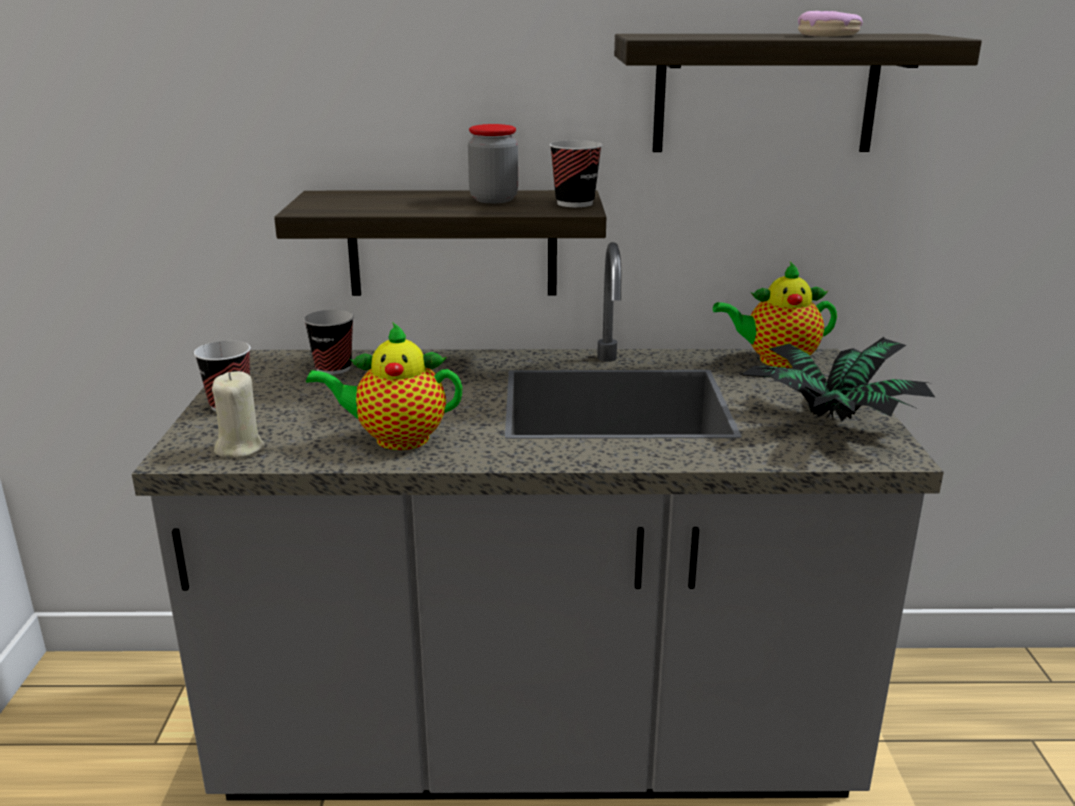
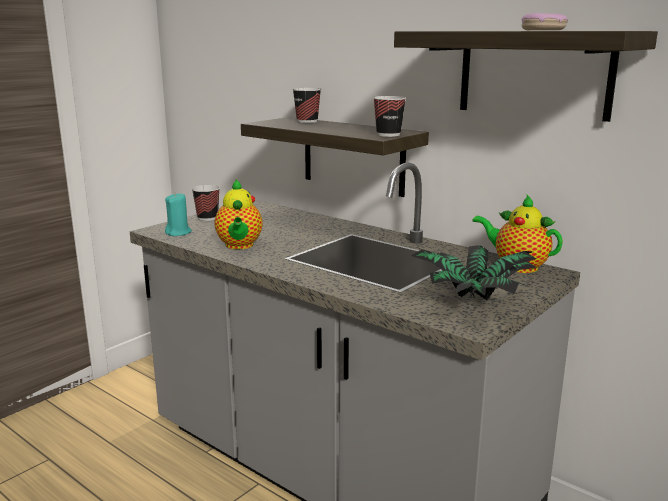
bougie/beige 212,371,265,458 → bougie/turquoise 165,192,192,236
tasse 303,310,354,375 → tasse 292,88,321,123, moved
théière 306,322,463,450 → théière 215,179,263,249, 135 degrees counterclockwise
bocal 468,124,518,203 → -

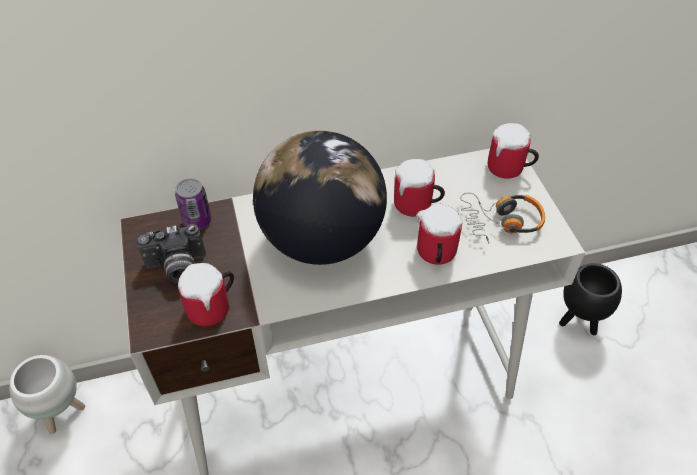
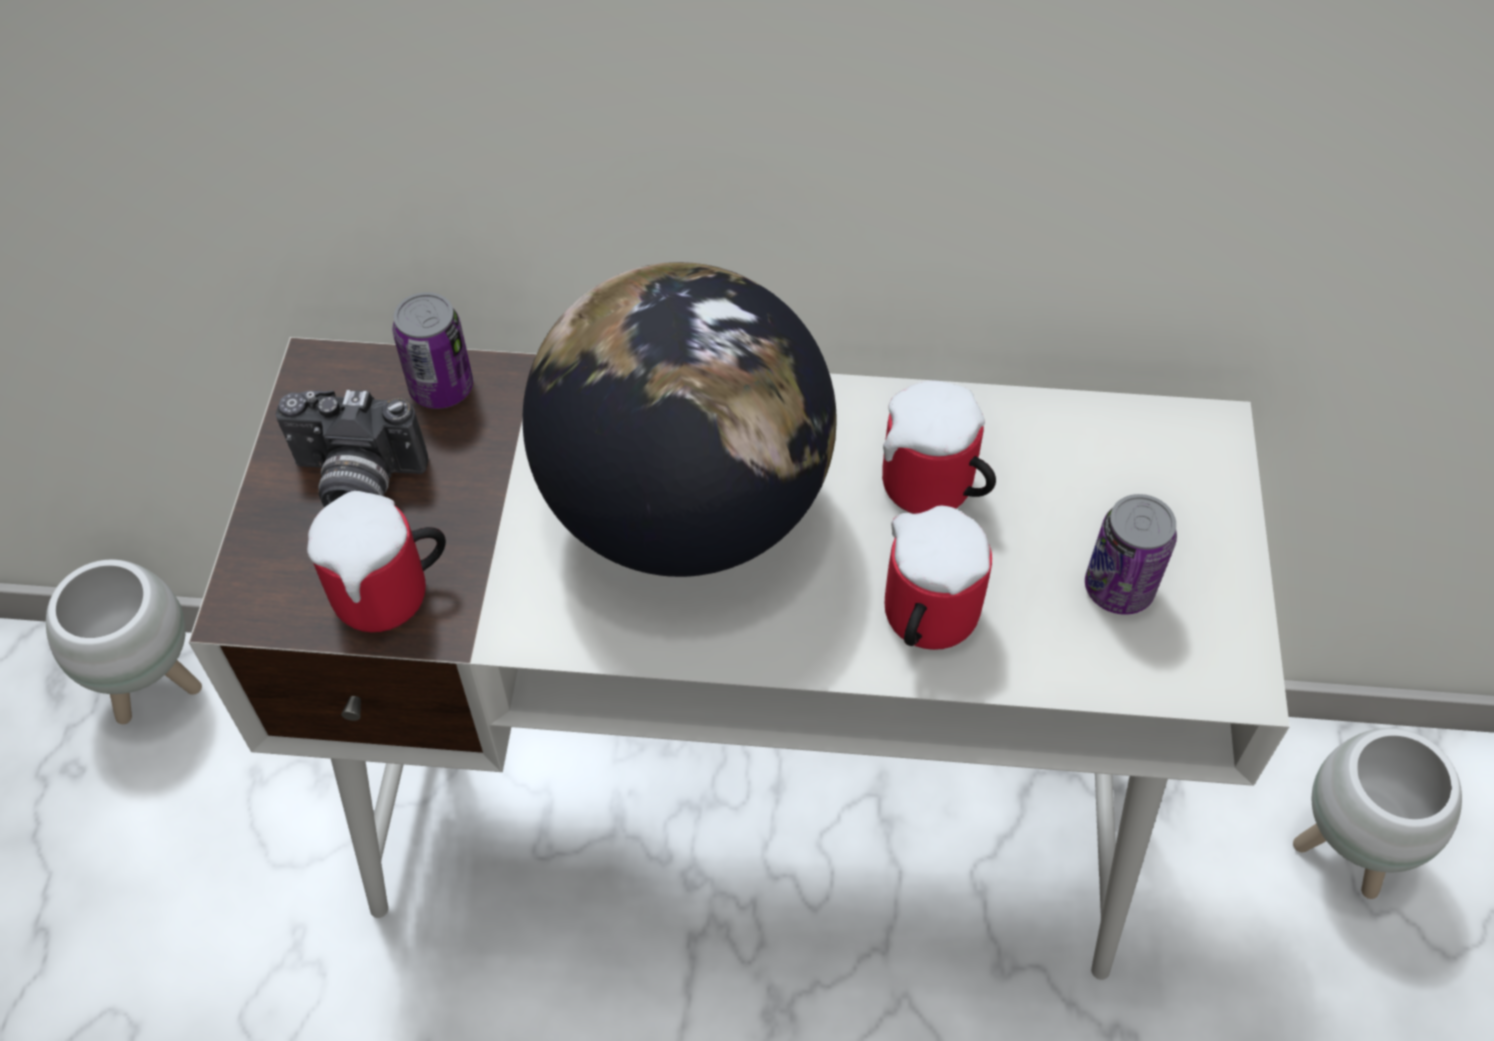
casque audio 460,192,545,244 → boîte métallique 1085,494,1177,615
mug 487,123,539,179 → -
cache-pot/noir 559,263,622,335 → cache-pot/blanc 1293,728,1462,899

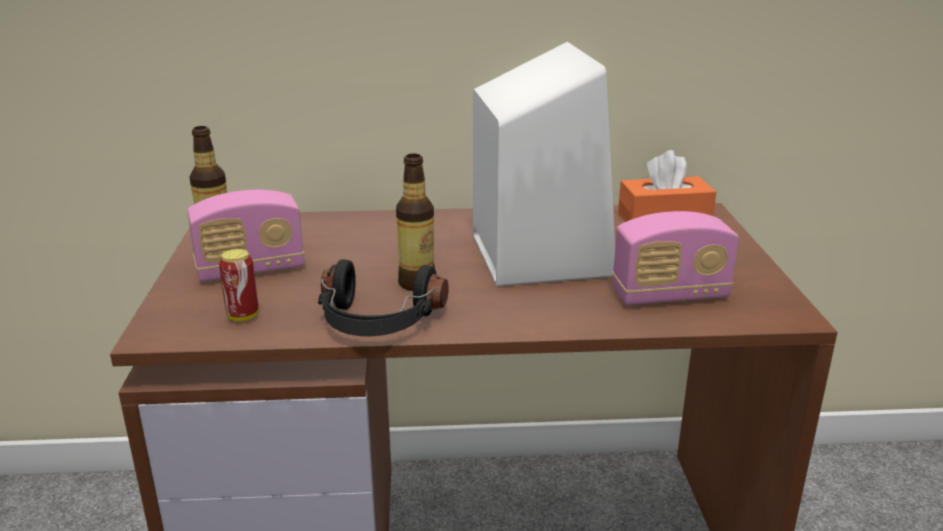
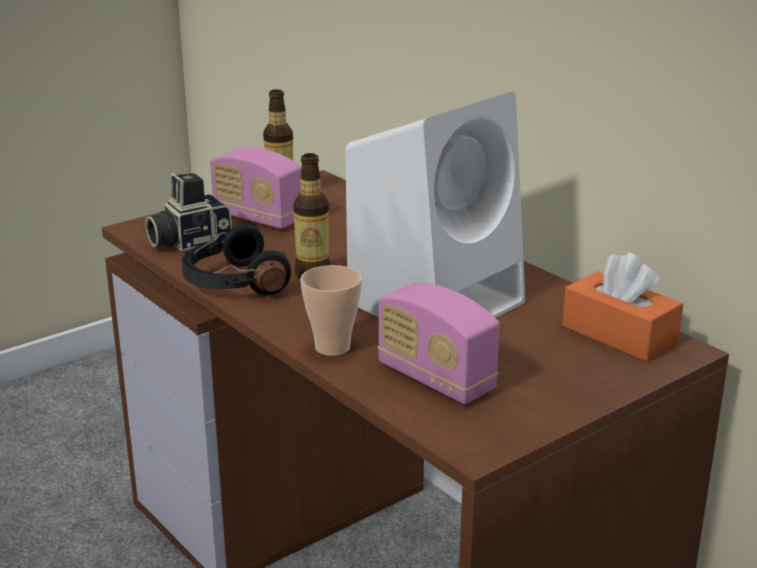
boîte métallique 219,249,258,321 → appareil photo 145,173,232,251
- → tasse 300,265,362,356

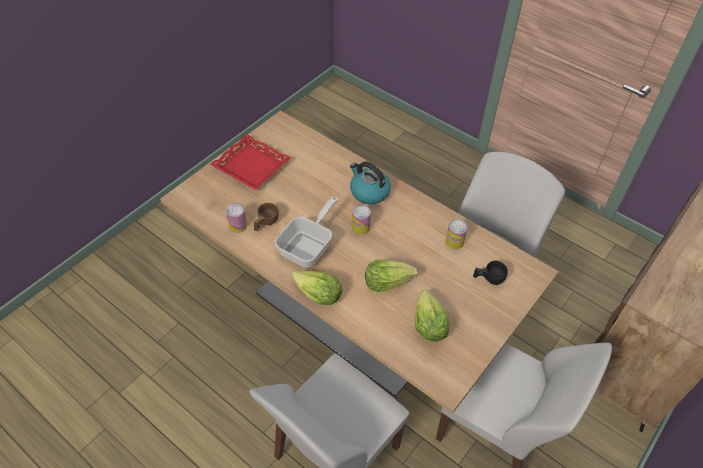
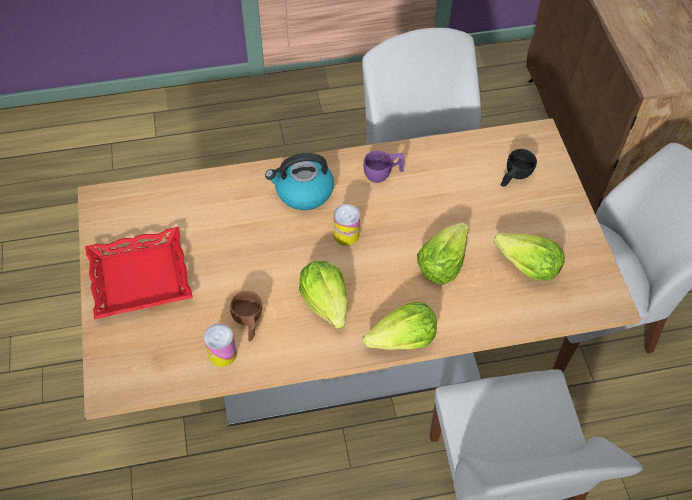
poêle 275,197,338,268 → laitue 299,261,348,329
boîte métallique 446,219,468,249 → -
- → tasse/violet 364,151,404,183

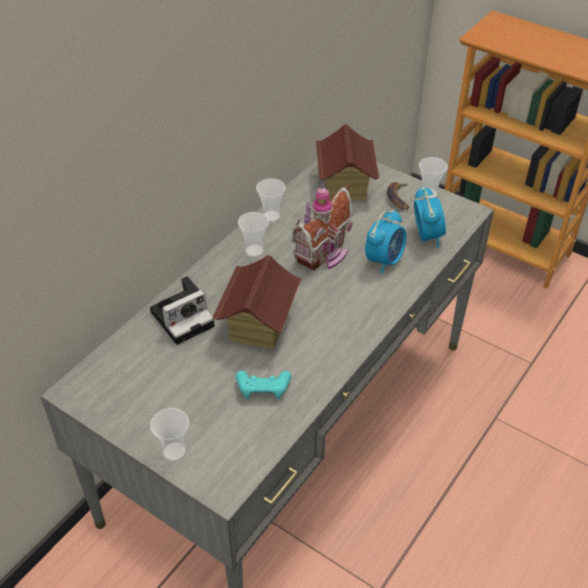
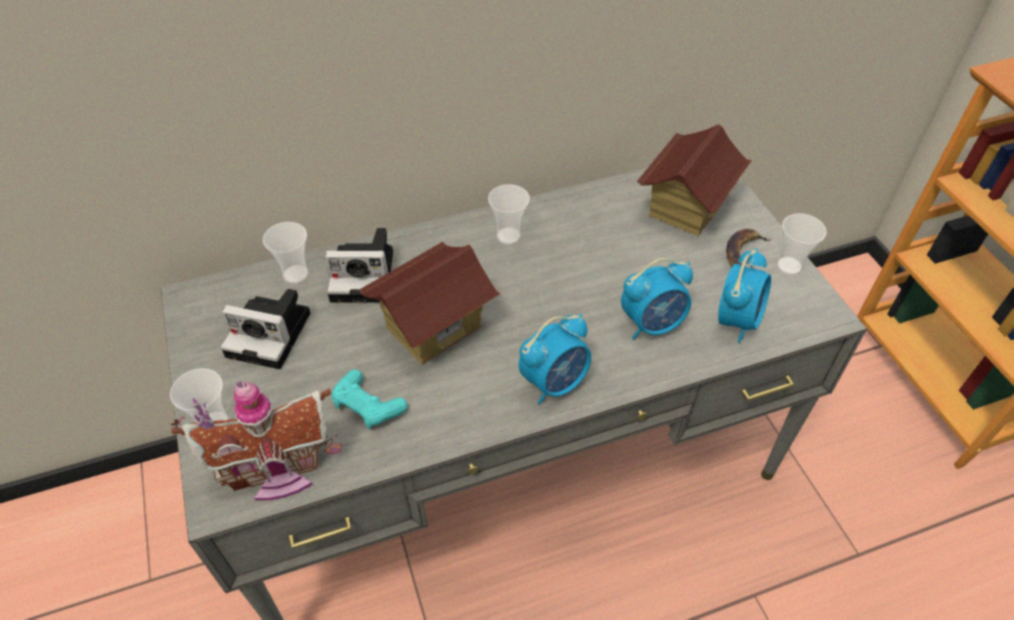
tasse 256,178,286,222 → tasse 263,222,309,284, moved
maison miniature 291,184,353,271 → maison miniature 170,381,342,501, moved
- → appareil photo 221,289,310,369
- → réveil 519,314,591,405

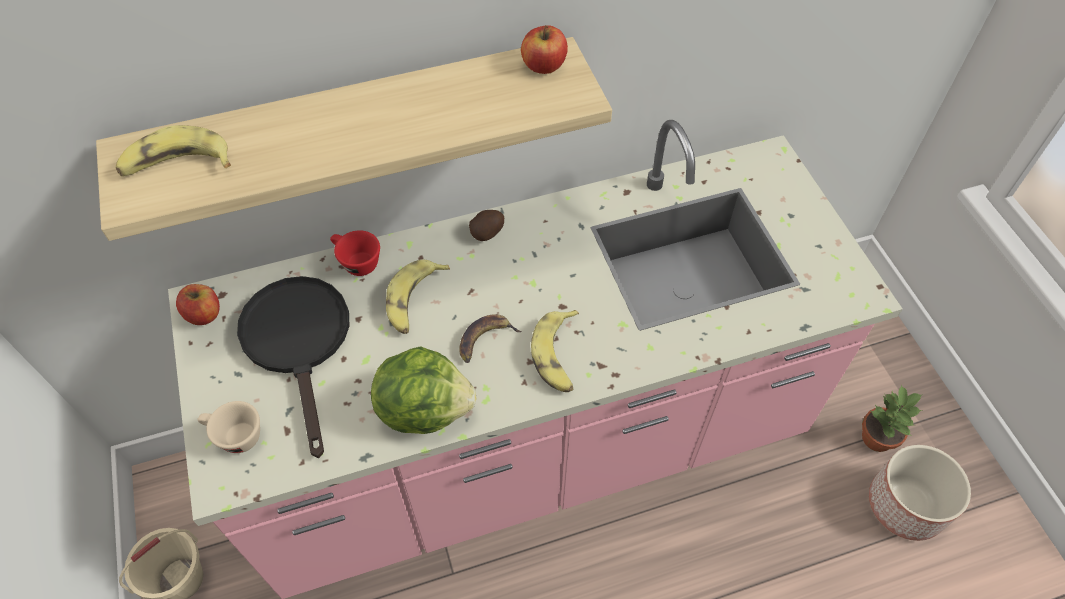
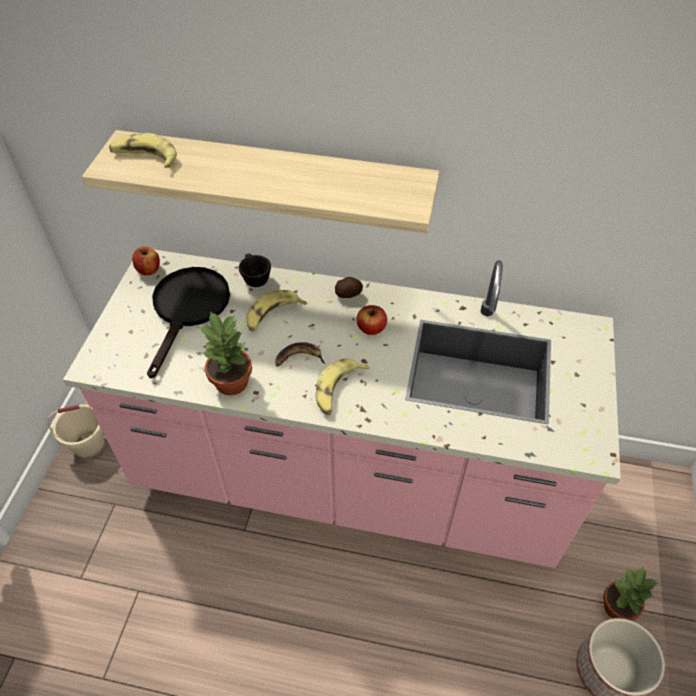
tasse/beige 197,401,260,453 → -
tasse/rouge 330,230,380,276 → tasse/noir 239,254,271,287
laitue 371,346,477,434 → plante en pot 199,311,252,395
pomme 521,25,568,74 → pomme 357,305,387,335, moved

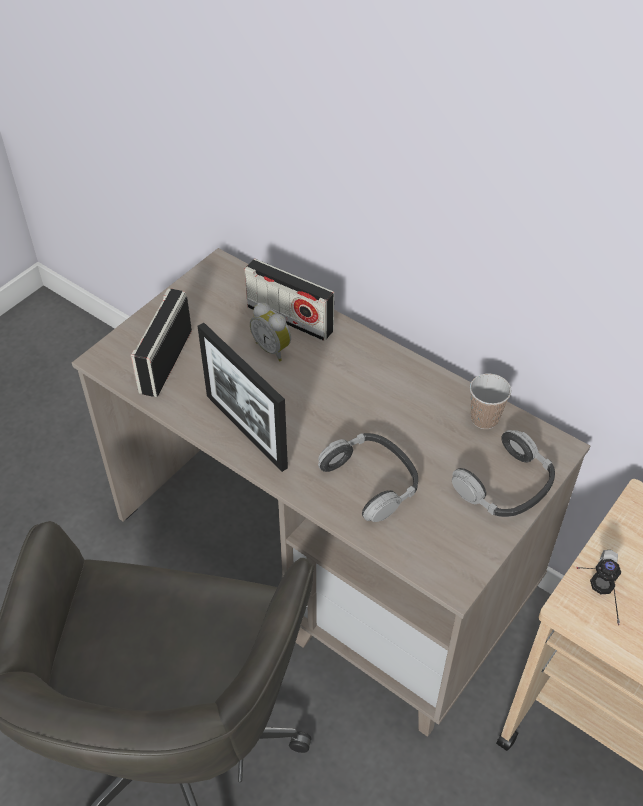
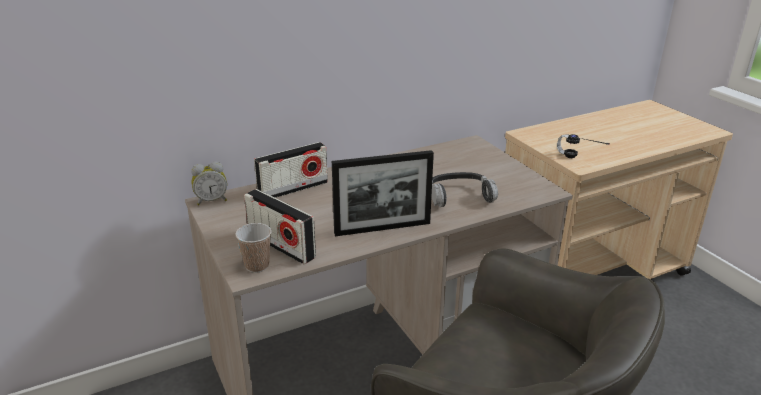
réveil 250,303,291,361 → réveil 191,162,227,205, moved
casque audio 452,430,555,517 → -
tasse 470,373,511,429 → tasse 235,223,271,273, moved

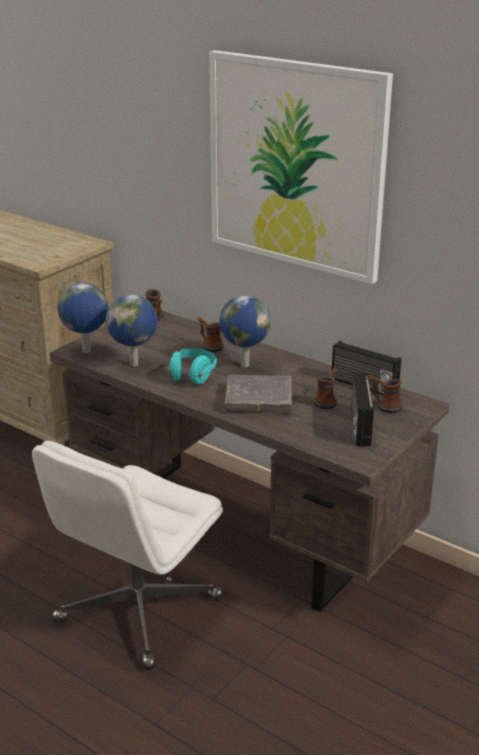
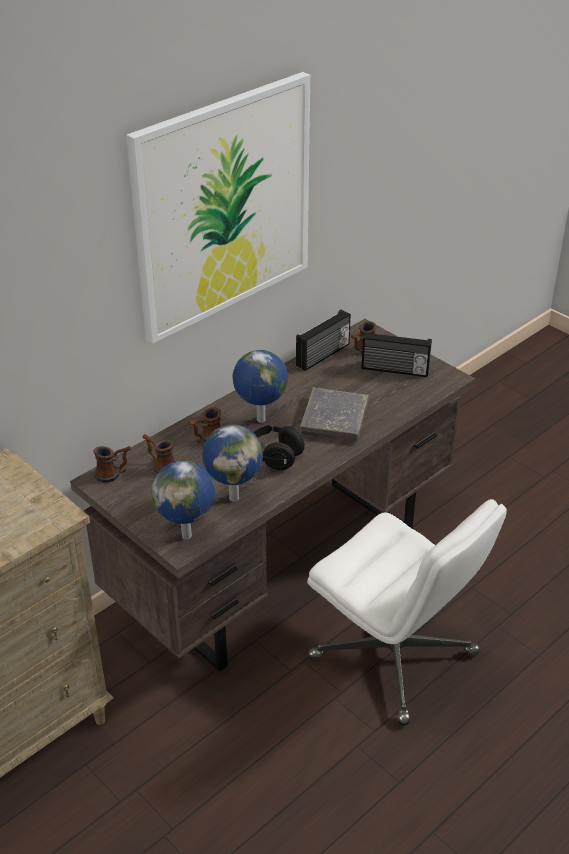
casque audio/turquoise 169,348,217,384 → casque audio/noir 253,425,305,470
mug 313,367,338,409 → mug 143,434,176,473, moved

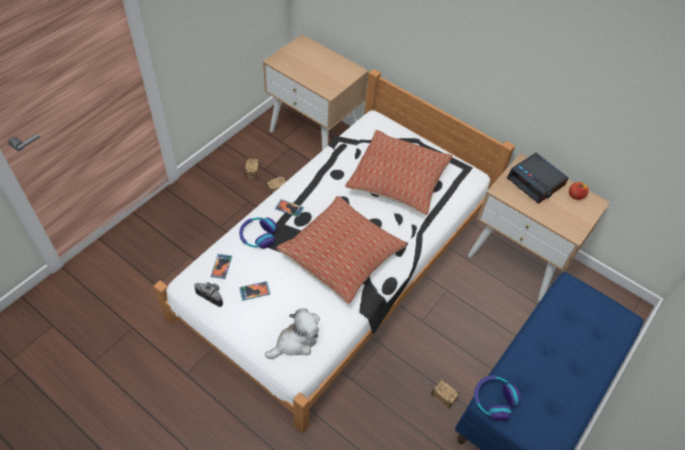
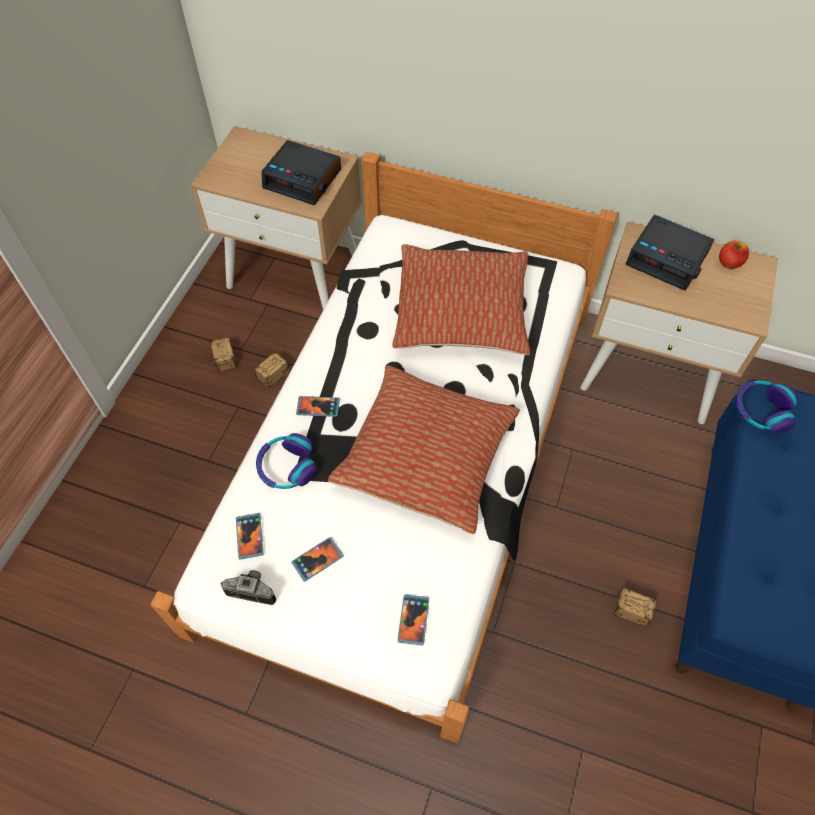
peluche 265,308,320,359 → téléphone 397,594,429,646
casque audio 474,376,521,421 → casque audio 736,381,798,434, moved
- → réveil 261,140,341,205

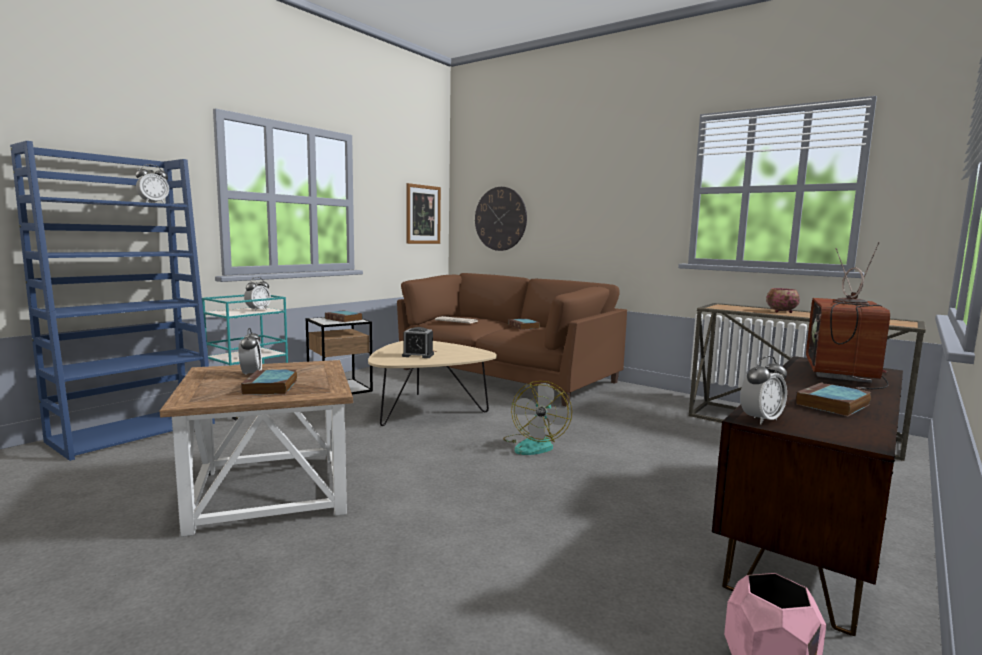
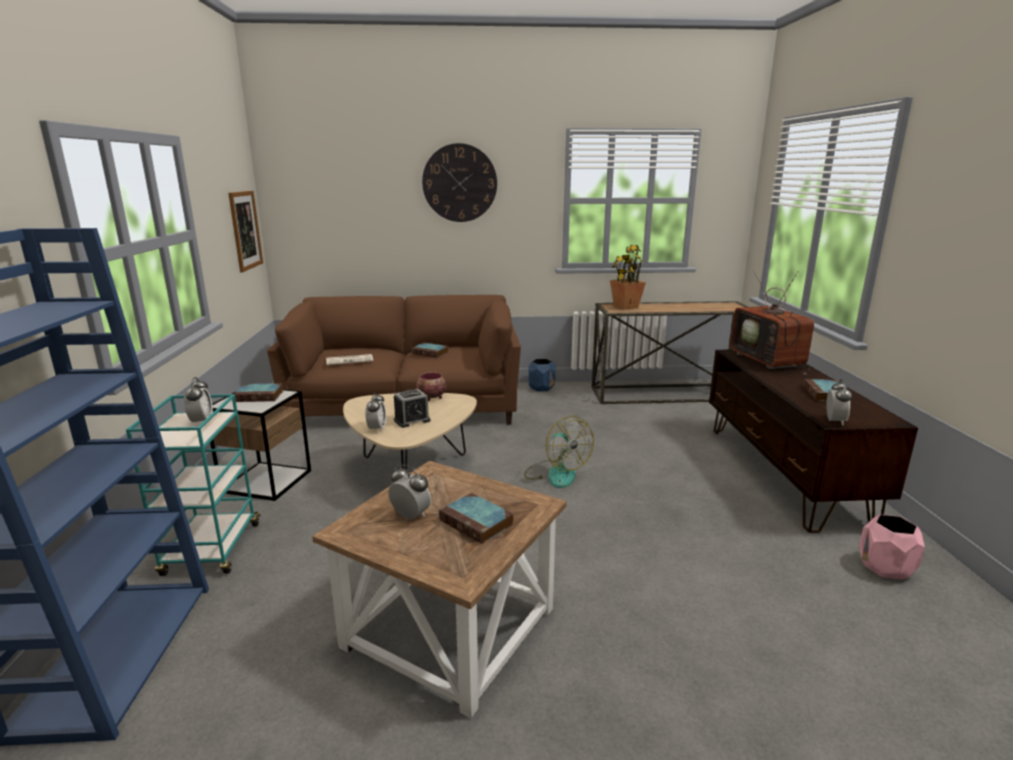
réveil 136,164,169,203 → réveil 365,392,386,433, moved
horloge murale 475,187,527,251 → horloge murale 422,143,497,222, moved
bol 766,288,800,313 → bol 416,372,446,401, moved
- → cache-pot/bleu 529,359,555,391
- → plante en pot 610,245,646,310

